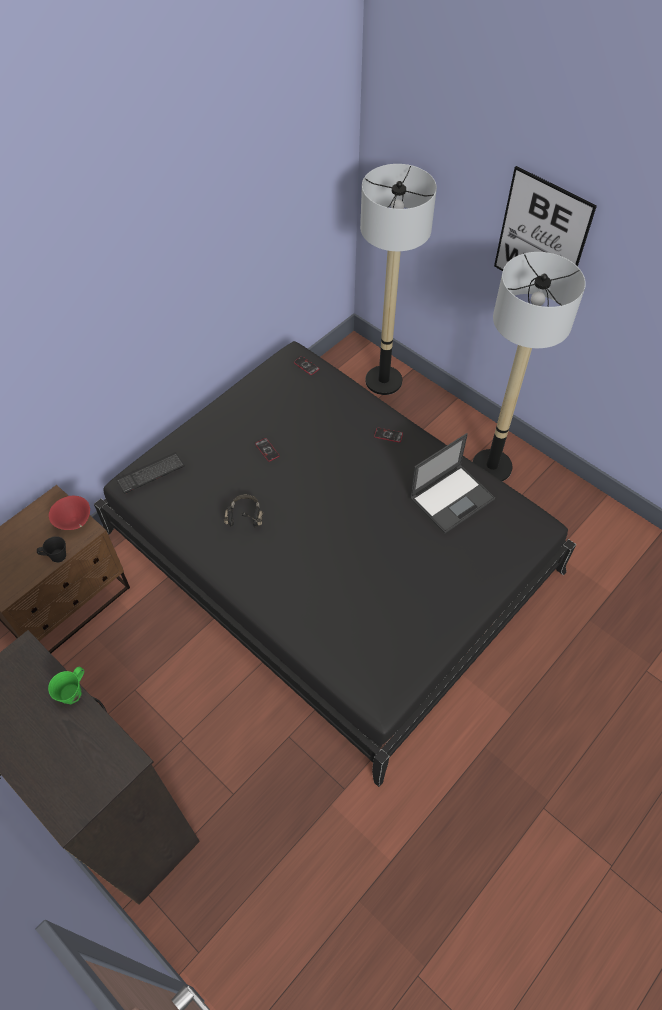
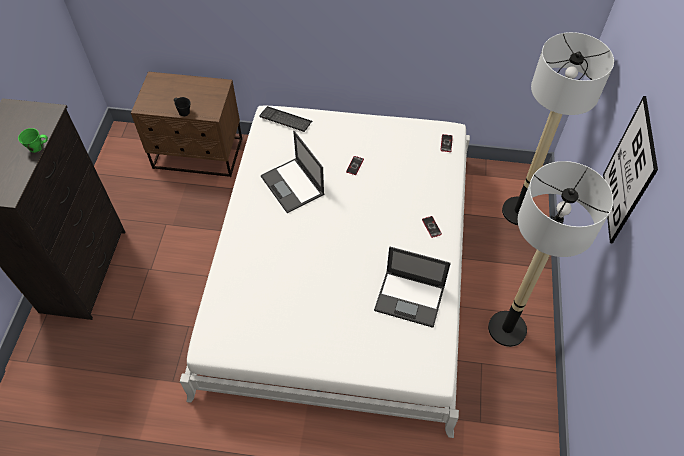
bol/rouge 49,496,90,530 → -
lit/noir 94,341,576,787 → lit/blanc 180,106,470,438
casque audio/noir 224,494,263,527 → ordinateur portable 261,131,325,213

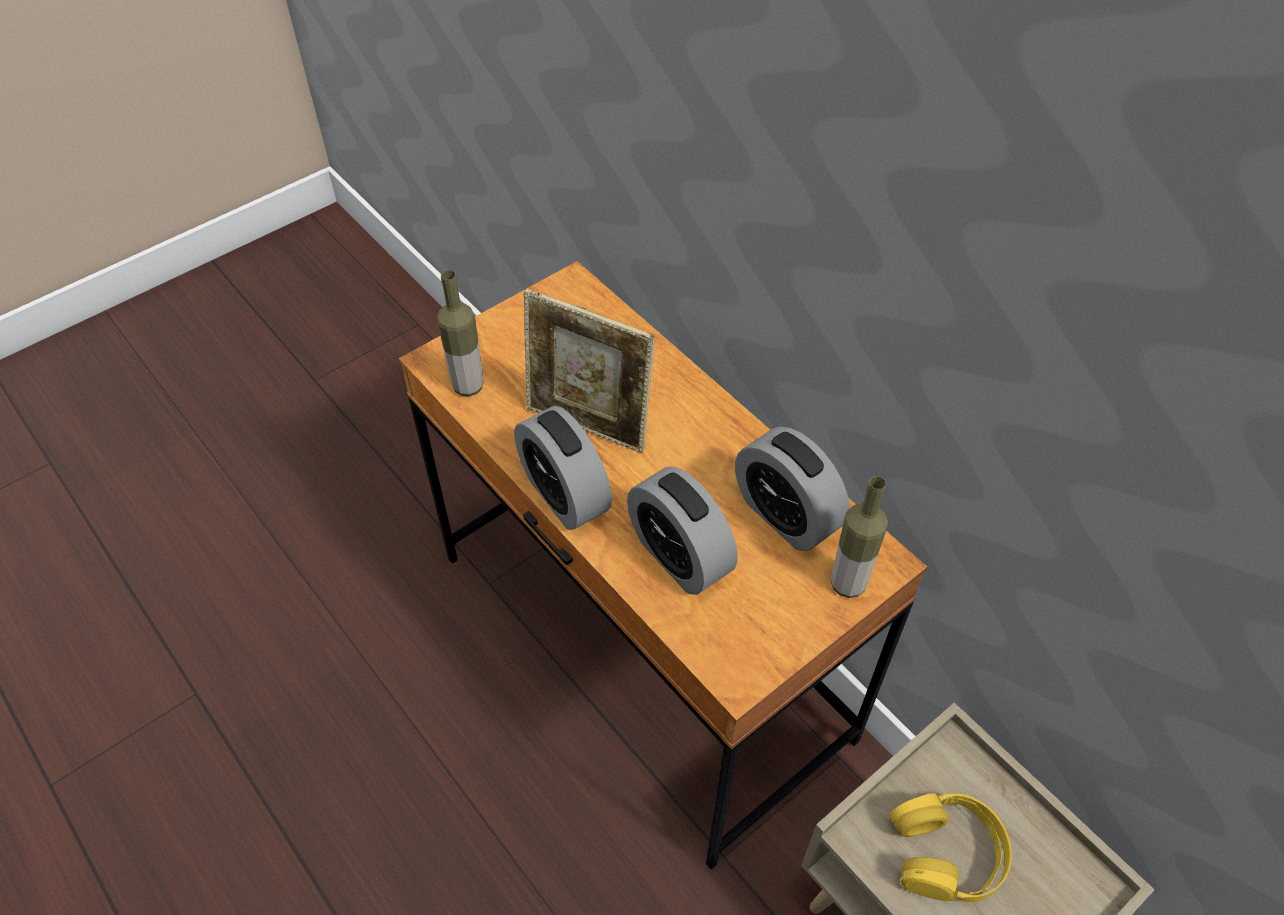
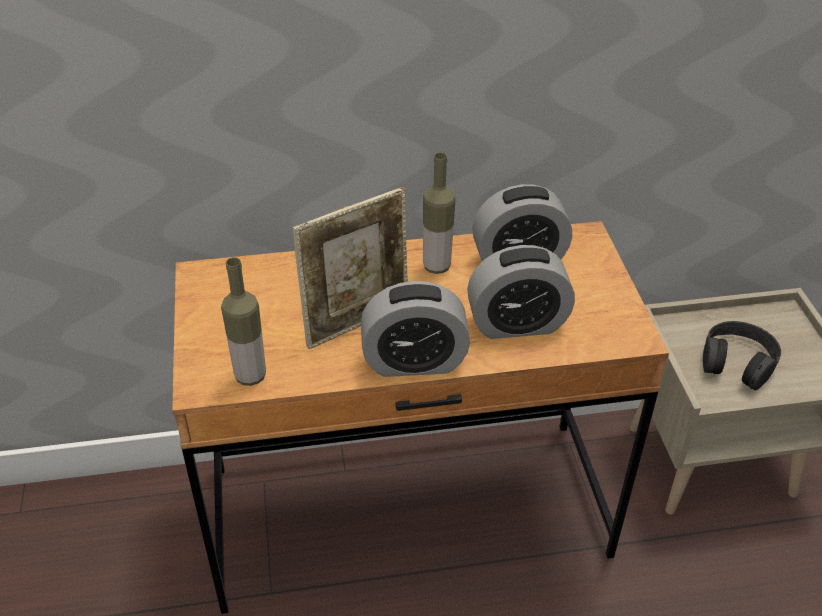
bouteille 831,476,888,598 → bouteille 423,152,456,274, moved
casque audio/jaune 889,793,1012,902 → casque audio/noir 703,321,781,390

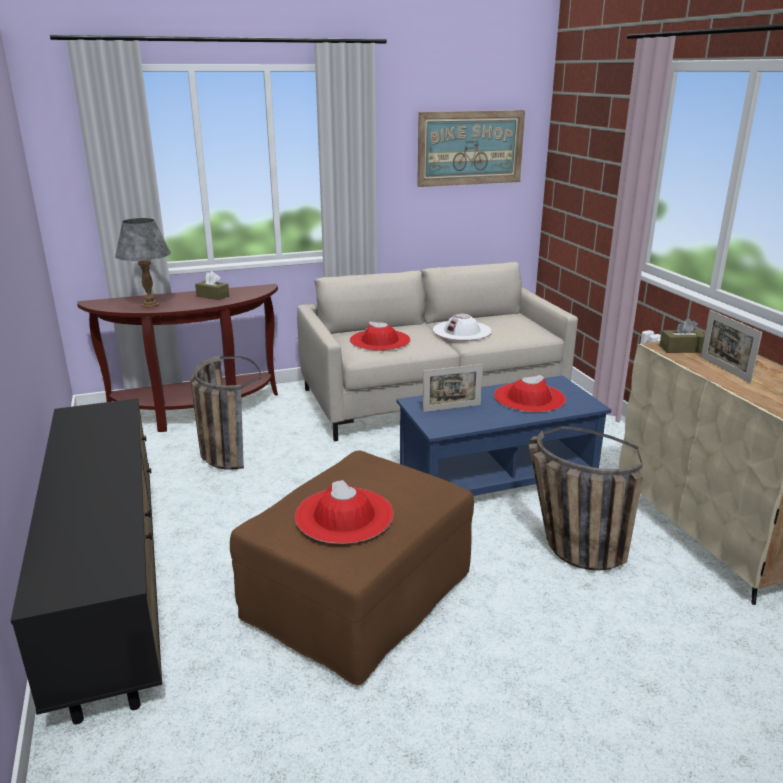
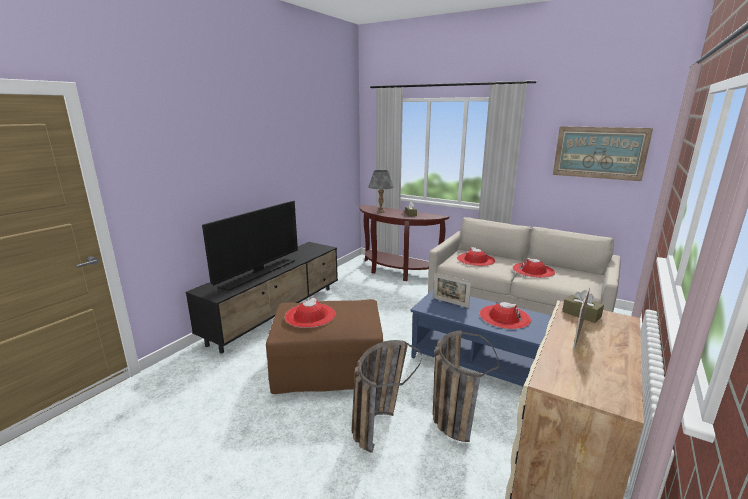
panier 190,355,261,470 → panier 352,340,422,453, moved
chapeau/blanc 433,314,492,341 → chapeau/rouge 512,258,555,278
- → téléviseur 202,201,298,291

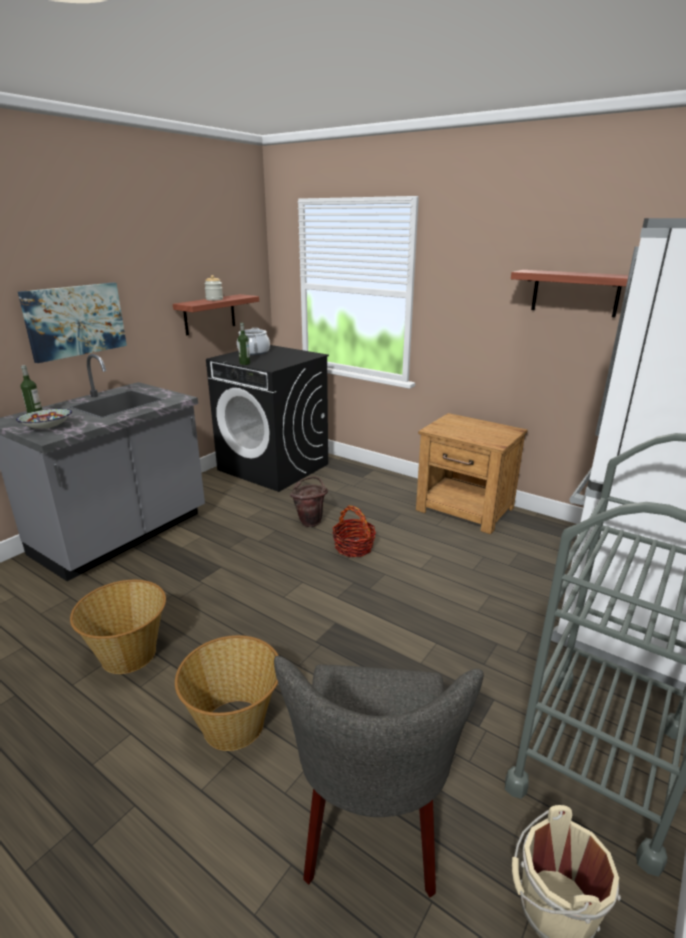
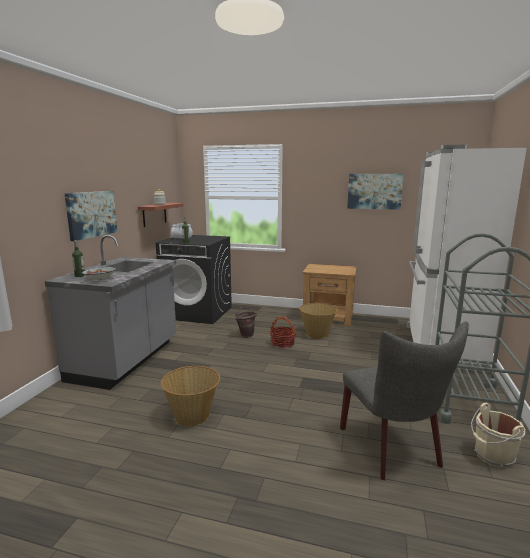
panier 175,635,279,751 → panier 299,303,338,339, moved
étagère 511,270,629,318 → tableau 347,174,404,210

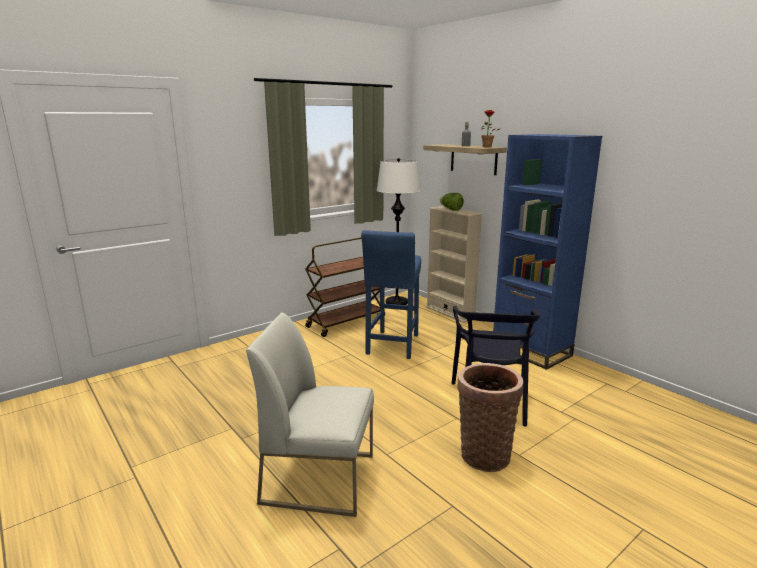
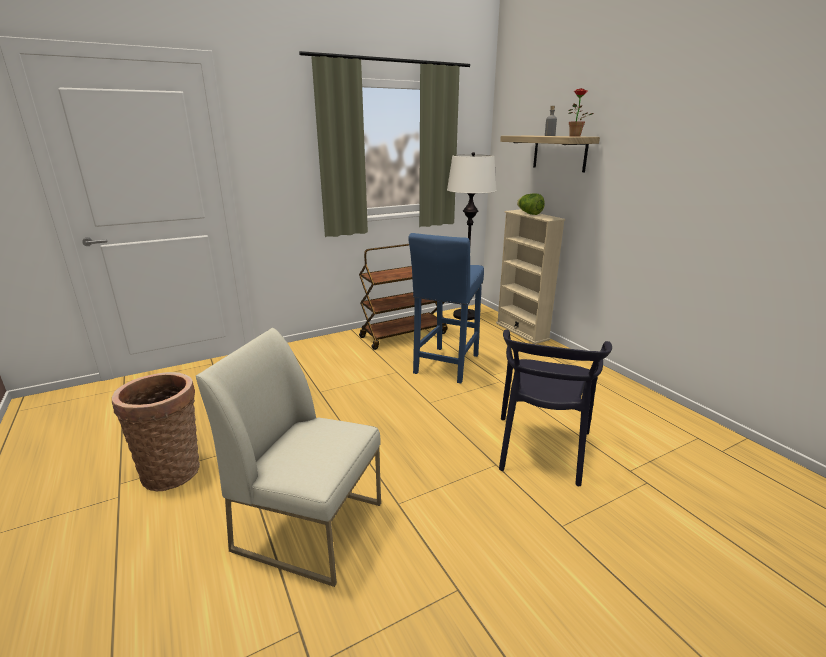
panier 457,363,523,472 → panier 112,372,200,491, moved
bibliothèque/bleu 493,134,602,370 → -

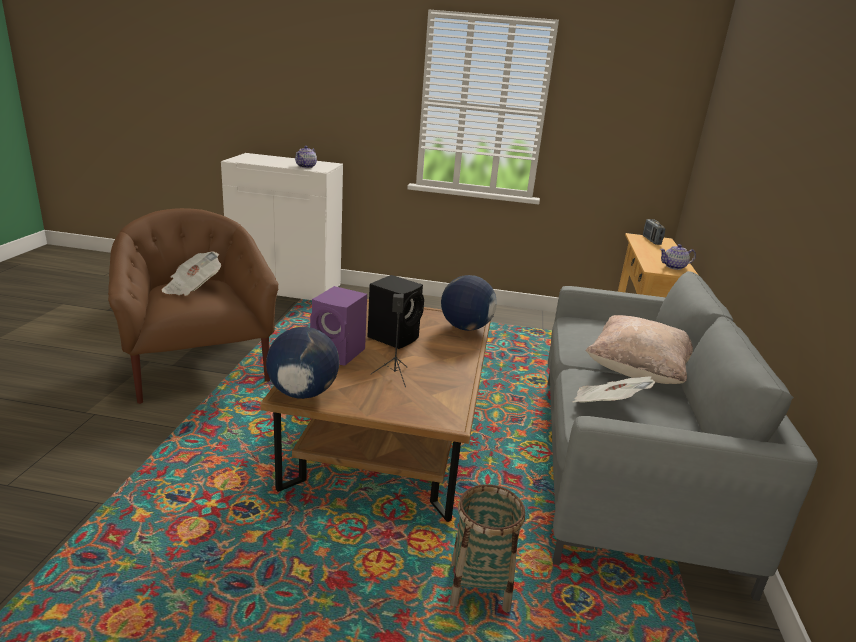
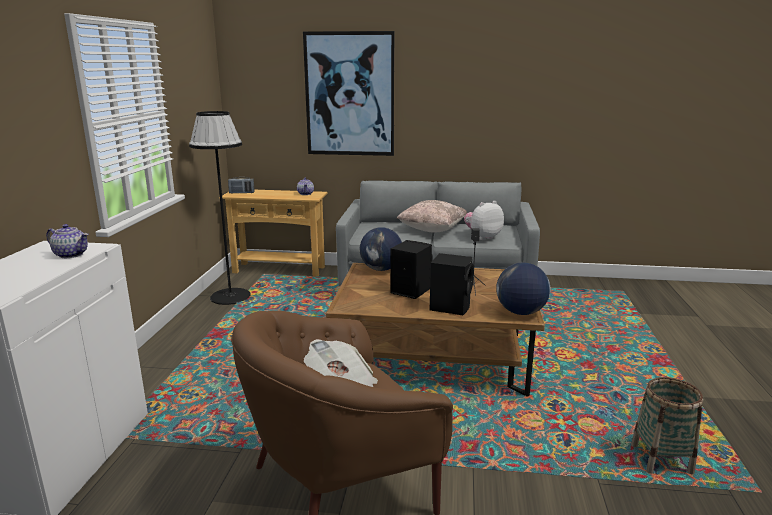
enceinte/violet 310,286,367,366 → enceinte/noir 430,253,474,315
panier 450,484,525,612 → panier 631,377,703,475, moved
journal 572,376,655,403 → peluche 464,201,504,240
- → lampadaire/noir 189,111,251,305
- → tableau 303,31,395,156

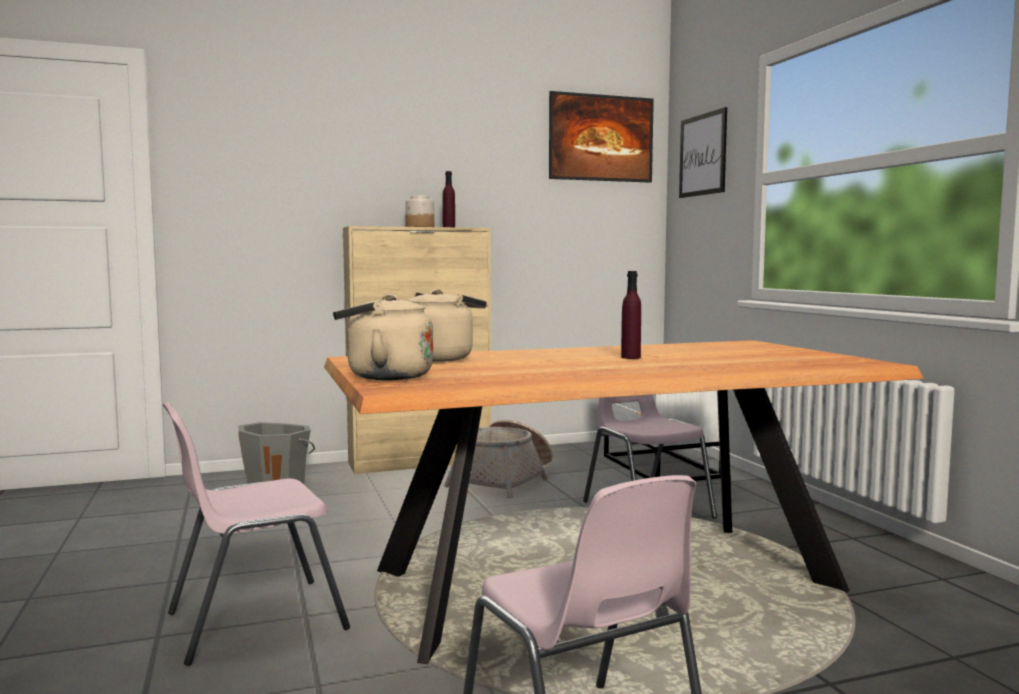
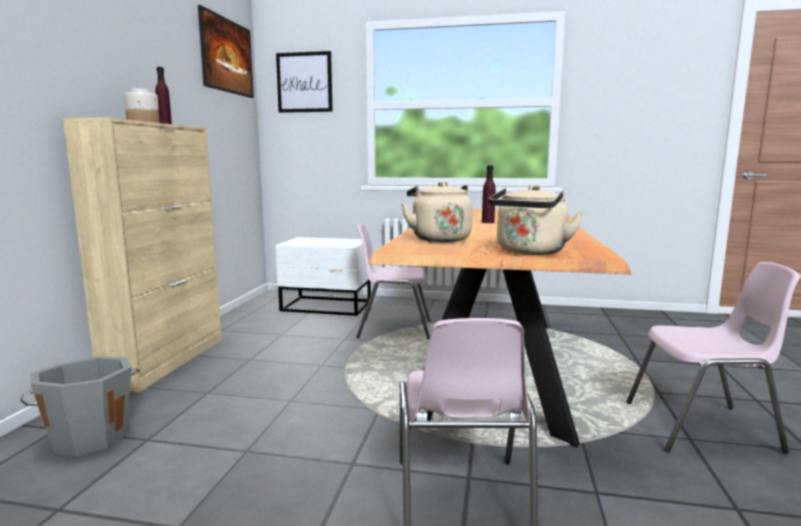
panier 444,420,553,498 → -

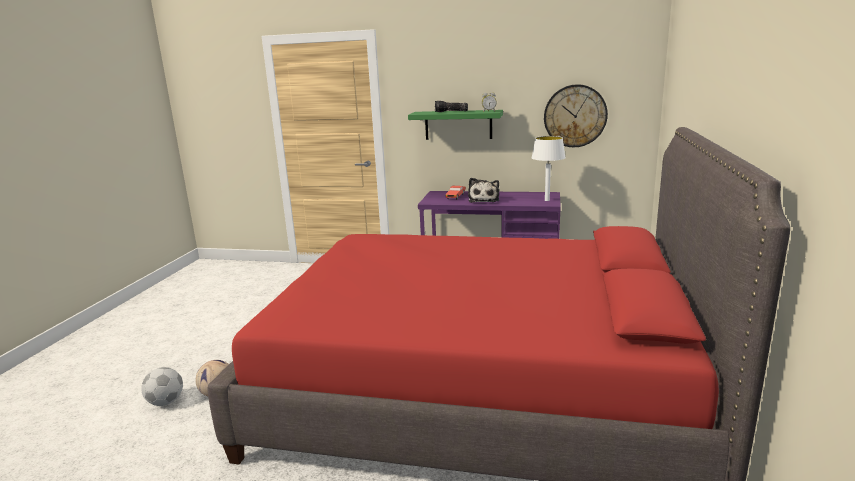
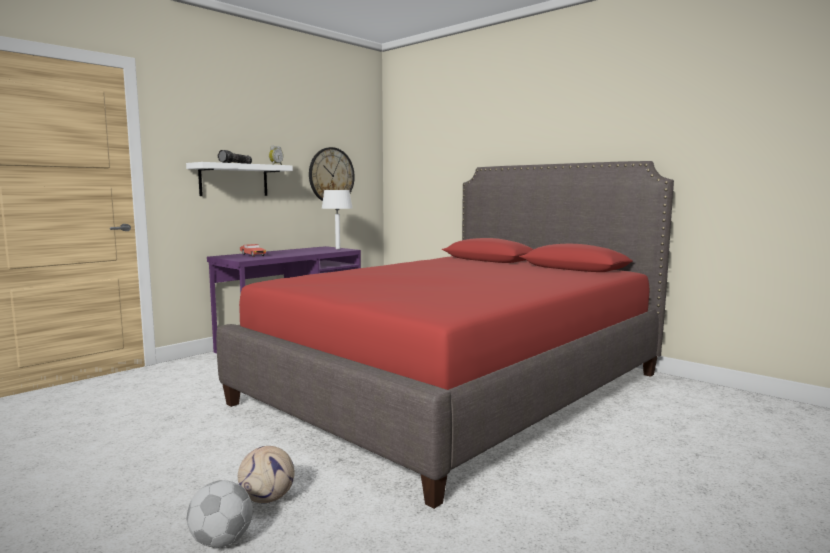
étagère/vert 408,110,503,140 → étagère/blanc 186,162,293,196
peluche 468,178,499,203 → -

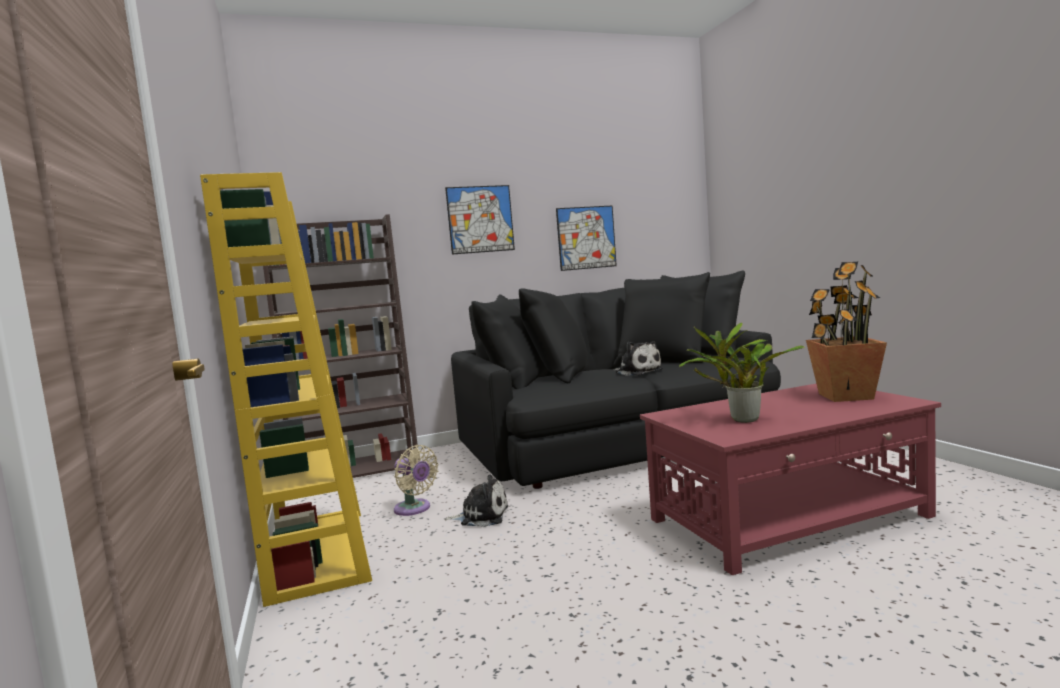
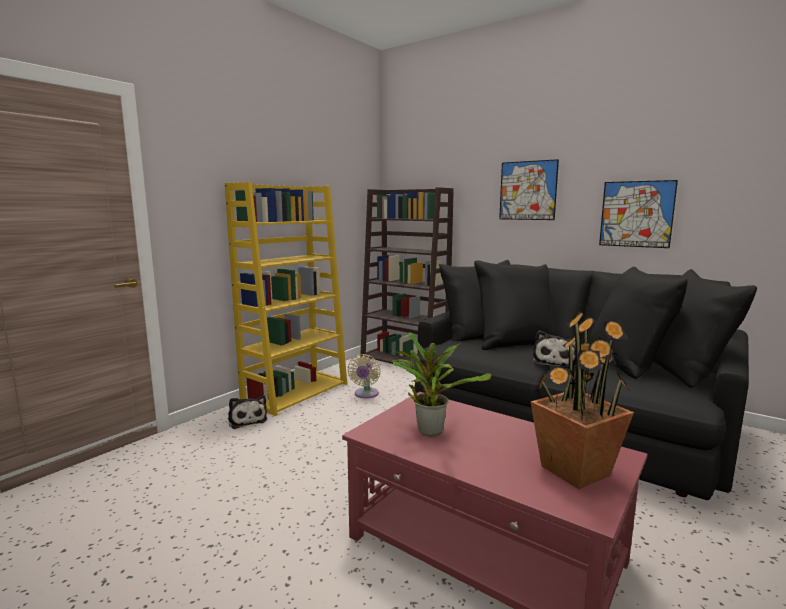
peluche 444,475,508,527 → peluche 228,396,267,429, moved

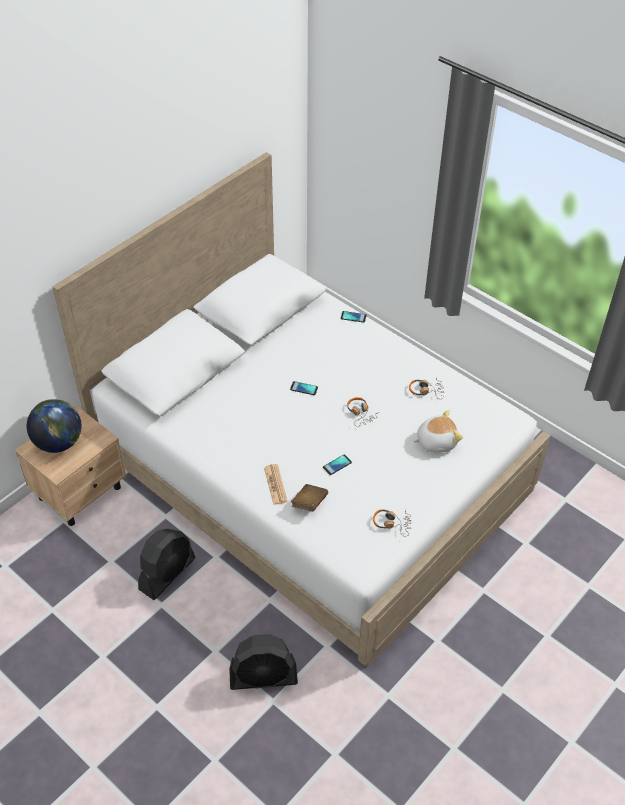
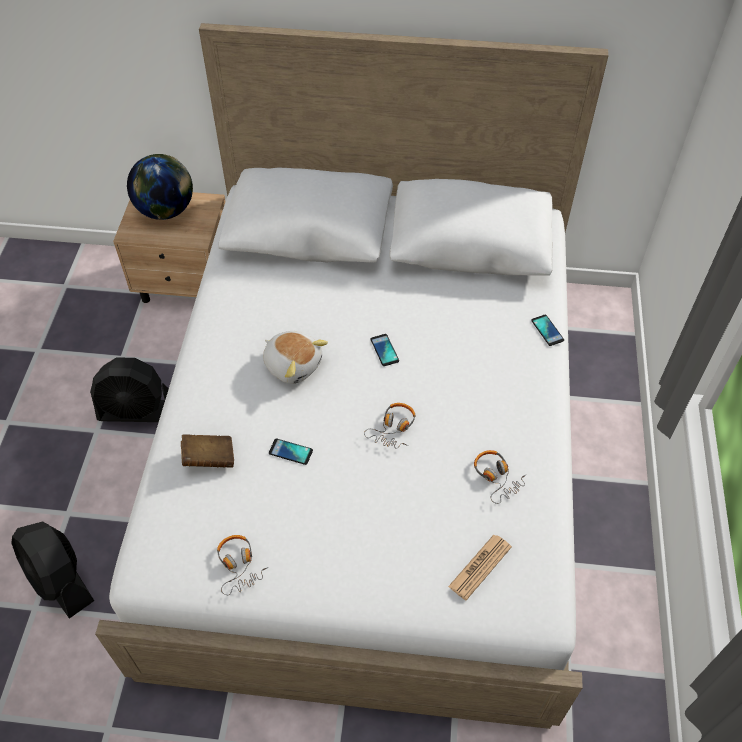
journal 264,464,288,505 → journal 448,535,512,600, moved
peluche 413,410,463,453 → peluche 263,331,328,384, moved

